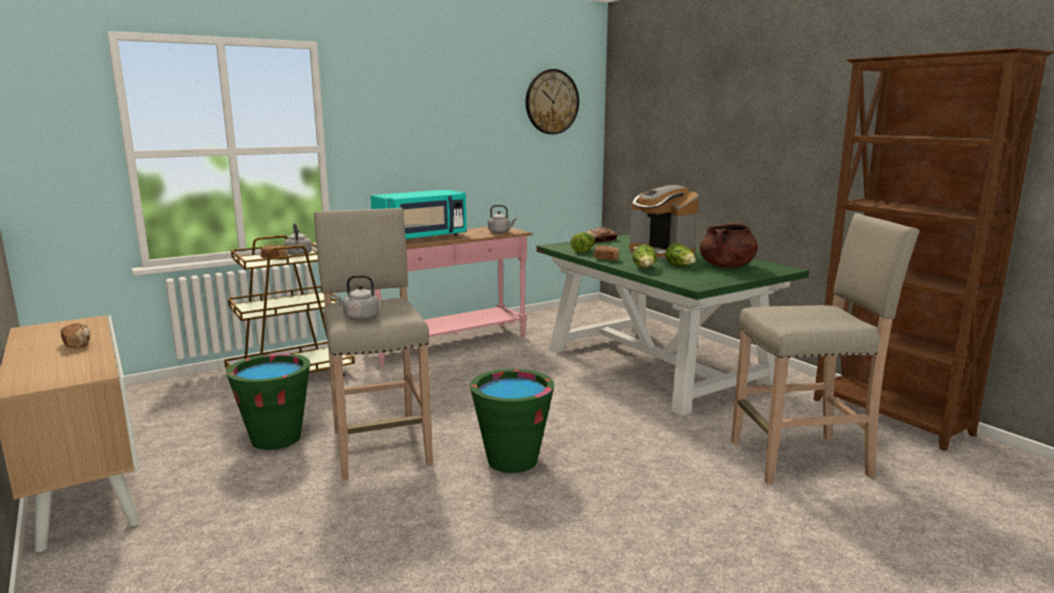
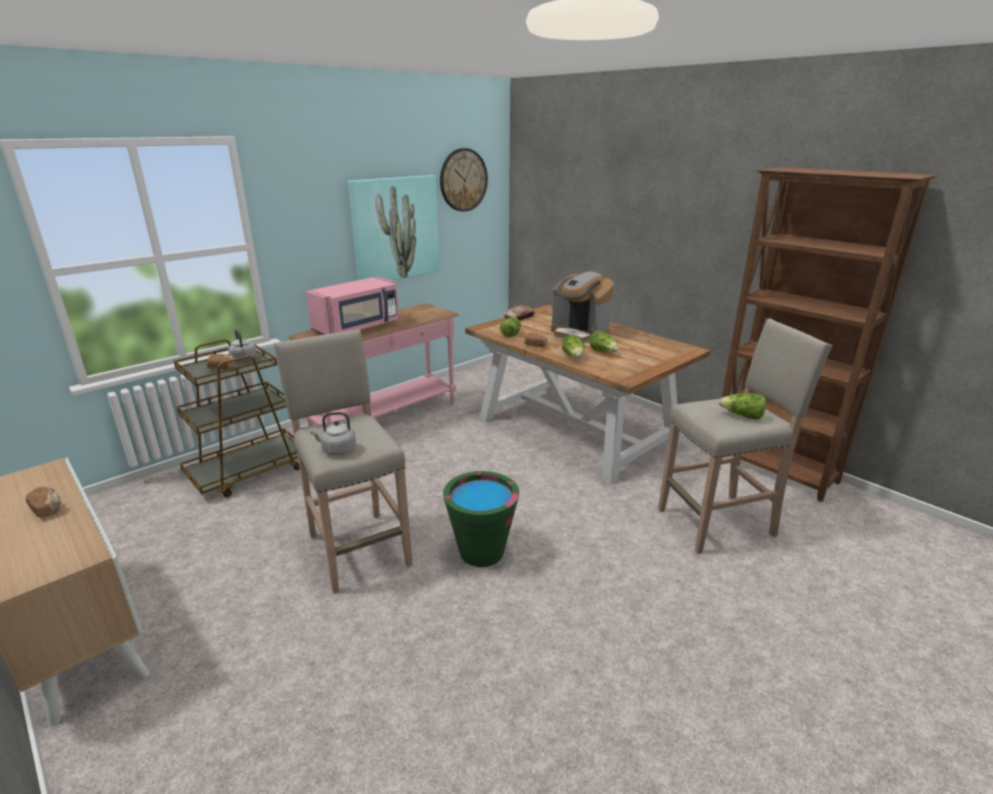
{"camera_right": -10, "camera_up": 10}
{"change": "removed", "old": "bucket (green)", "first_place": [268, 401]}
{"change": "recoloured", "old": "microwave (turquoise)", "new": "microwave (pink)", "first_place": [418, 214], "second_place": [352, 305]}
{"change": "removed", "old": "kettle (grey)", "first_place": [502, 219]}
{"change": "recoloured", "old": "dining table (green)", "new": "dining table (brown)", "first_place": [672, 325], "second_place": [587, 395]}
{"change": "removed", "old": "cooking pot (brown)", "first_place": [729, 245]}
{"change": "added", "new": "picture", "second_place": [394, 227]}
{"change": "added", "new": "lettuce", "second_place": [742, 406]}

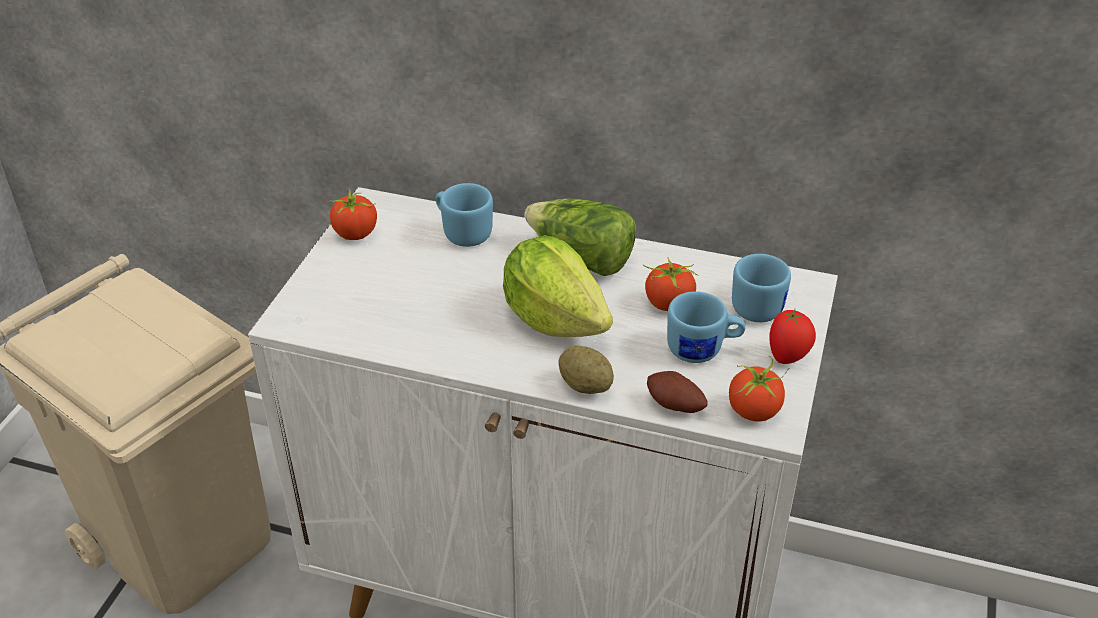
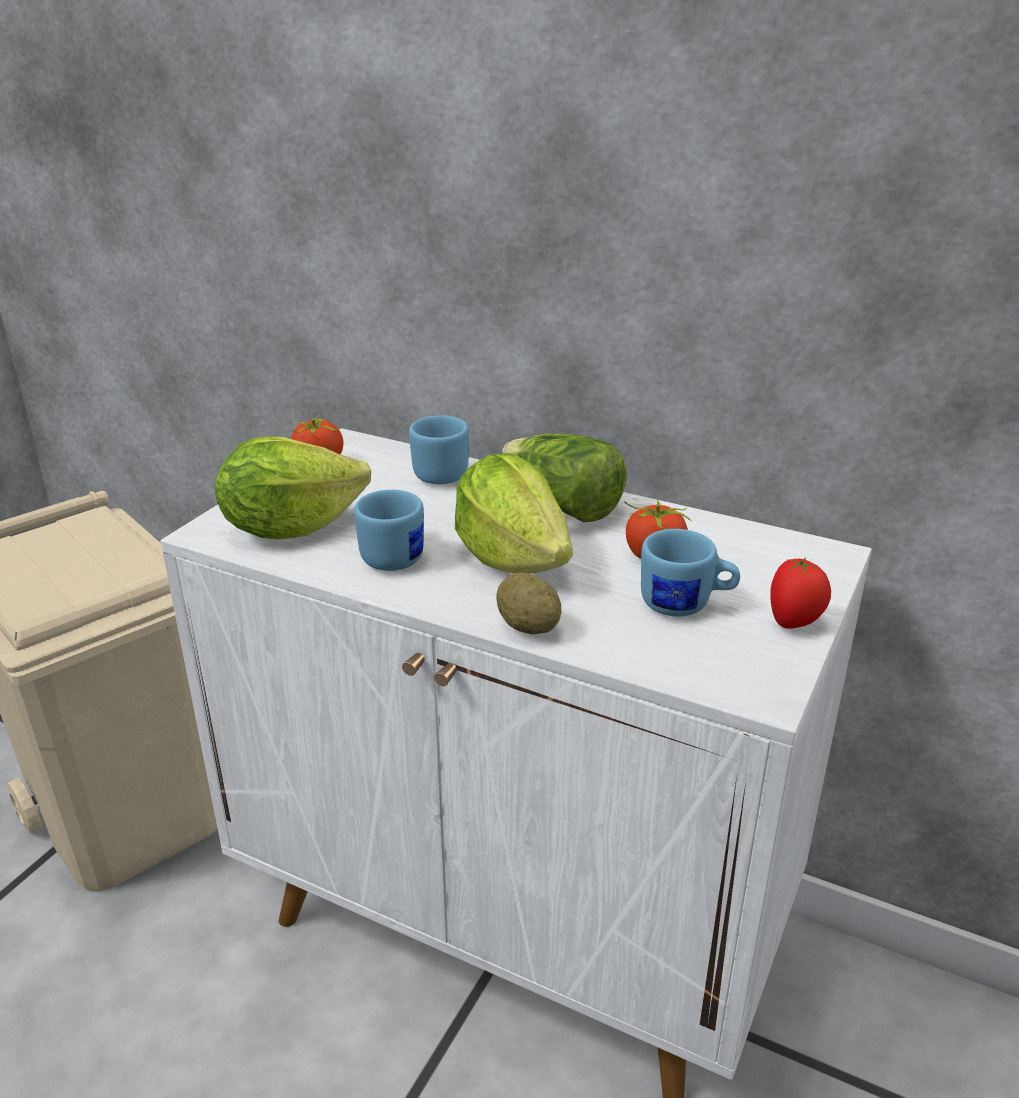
{"camera_right": 10, "camera_up": -10}
{"change": "removed", "old": "potato", "first_place": [677, 392]}
{"change": "removed", "old": "tomato", "first_place": [759, 389]}
{"change": "moved", "old": "mug (blue)", "first_place": [761, 288], "second_place": [389, 530]}
{"change": "added", "new": "lettuce", "second_place": [293, 488]}

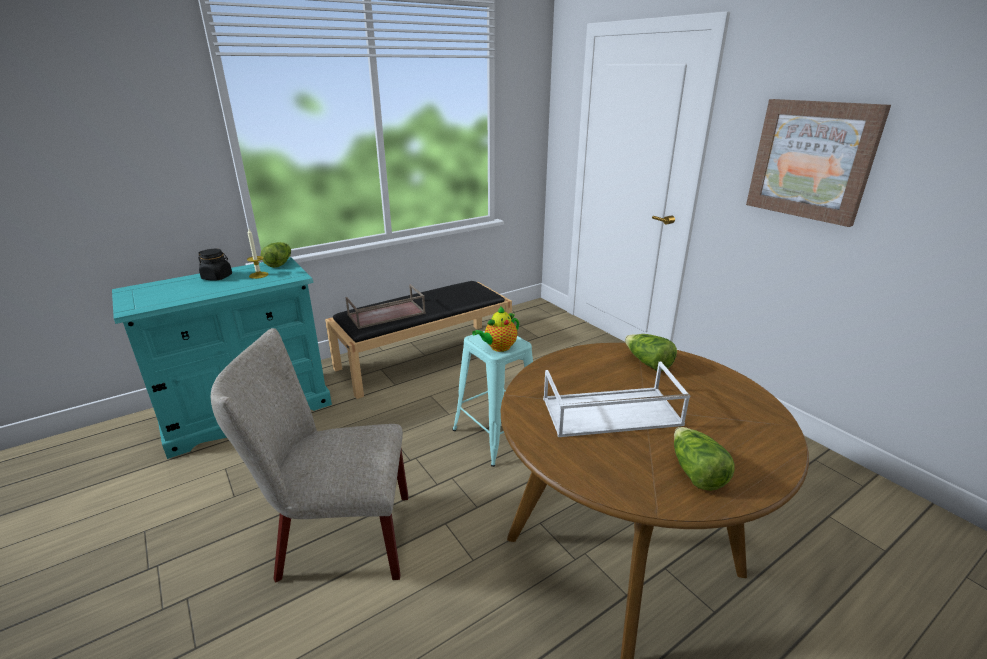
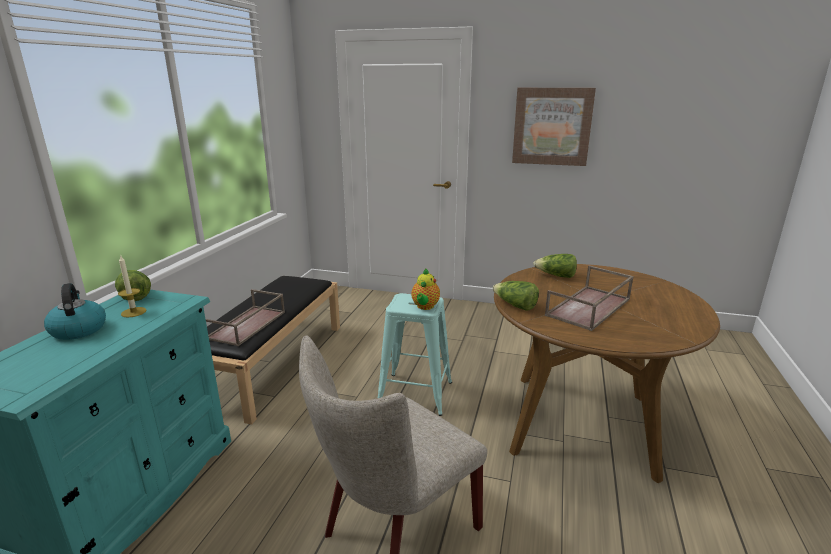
{"camera_right": -40, "camera_up": -5}
{"change": "replaced", "old": "jar (black)", "new": "kettle", "first_place": [215, 265], "second_place": [75, 311]}
{"change": "recoloured", "old": "tray (white)", "new": "tray (brown)", "first_place": [617, 399], "second_place": [589, 298]}
{"change": "moved", "old": "lettuce", "first_place": [704, 459], "second_place": [515, 296]}

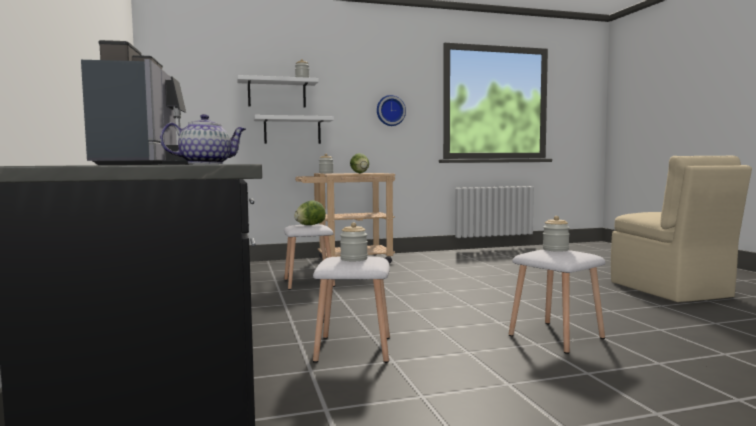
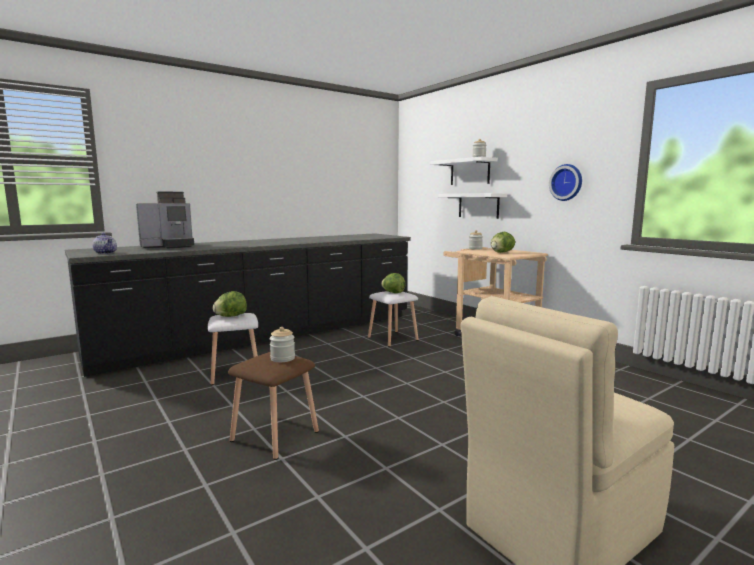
{"camera_right": 70, "camera_up": 5}
{"change": "replaced", "old": "jar", "new": "lettuce", "first_place": [354, 241], "second_place": [230, 304]}
{"change": "recoloured", "old": "stool (white)", "new": "stool (brown)", "first_place": [557, 301], "second_place": [273, 406]}

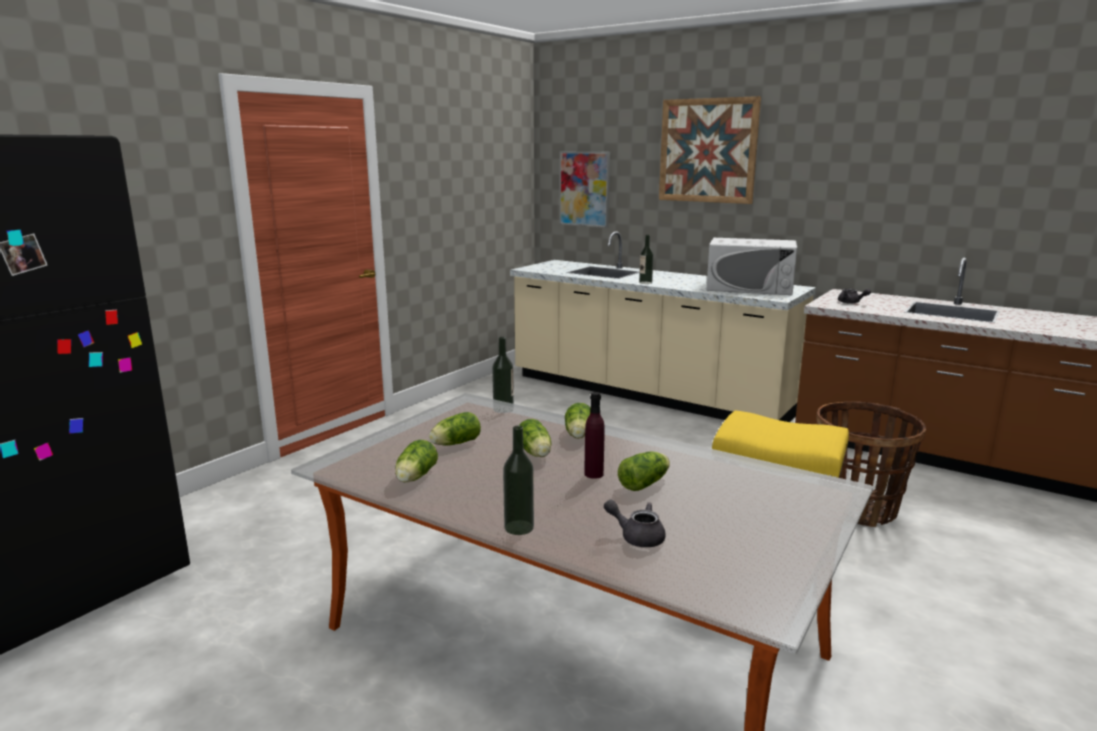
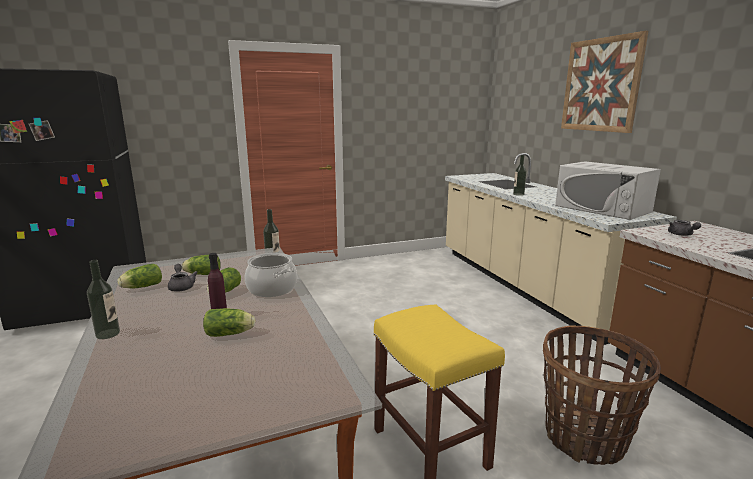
{"camera_right": 35, "camera_up": 0}
{"change": "removed", "old": "picture", "first_place": [584, 189]}
{"change": "replaced", "old": "lettuce", "new": "cooking pot", "first_place": [578, 421], "second_place": [271, 275]}
{"change": "moved", "old": "teapot (grey)", "first_place": [635, 523], "second_place": [183, 278]}

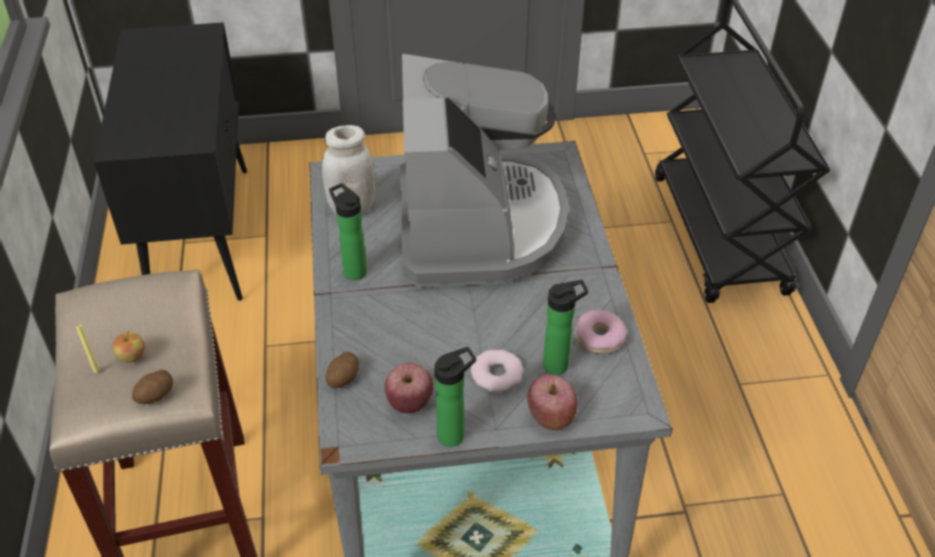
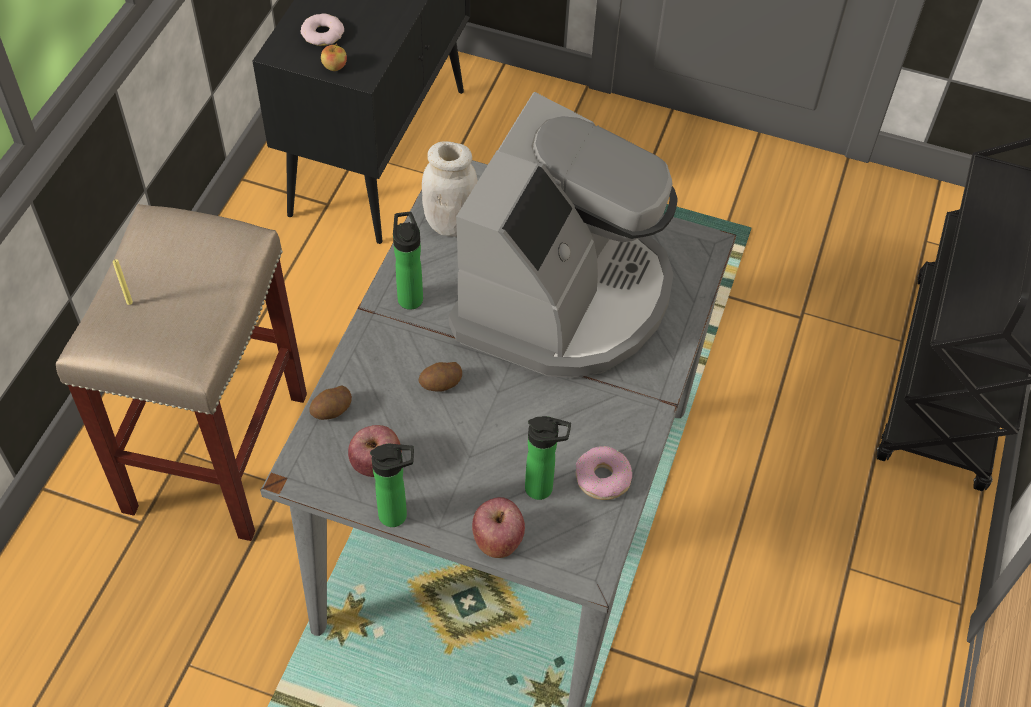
{"camera_right": 25, "camera_up": 10}
{"change": "moved", "old": "apple", "first_place": [129, 347], "second_place": [334, 57]}
{"change": "moved", "old": "potato", "first_place": [152, 387], "second_place": [440, 377]}
{"change": "moved", "old": "donut", "first_place": [497, 370], "second_place": [322, 30]}

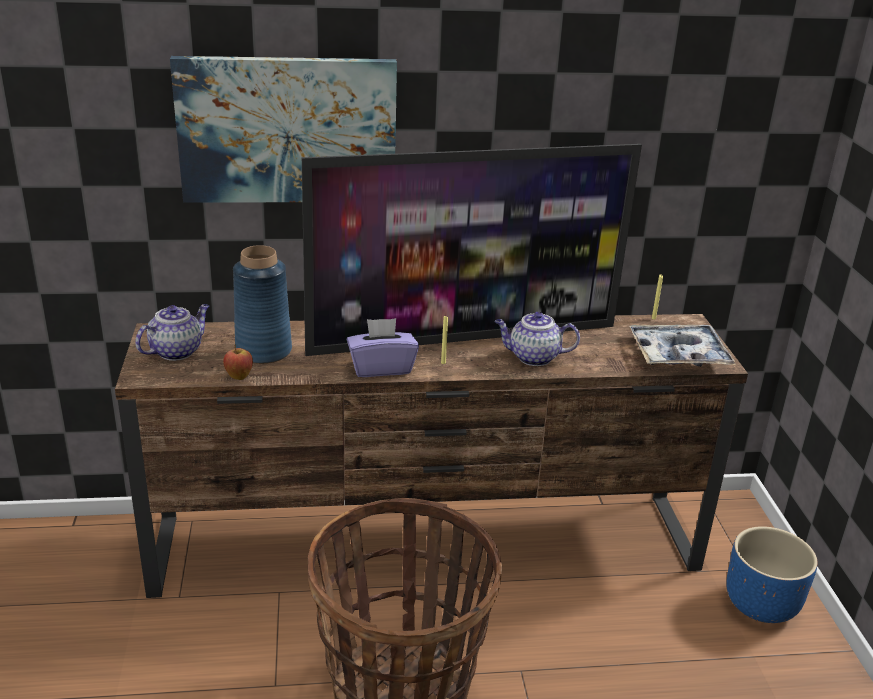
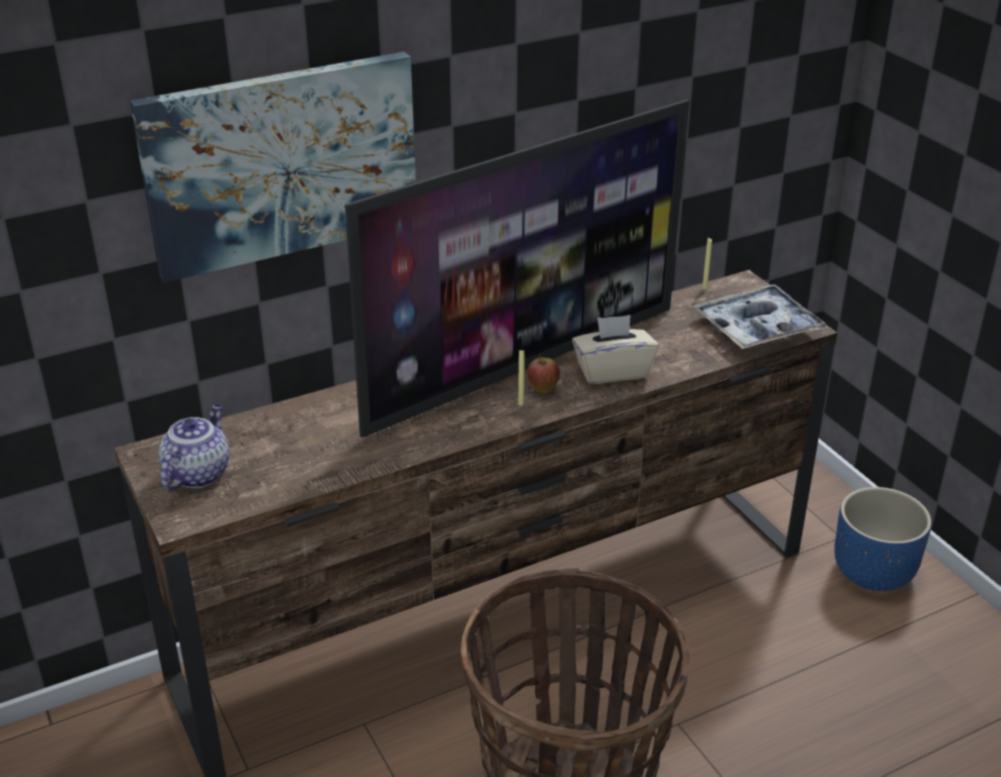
{"camera_right": -20, "camera_up": 5}
{"change": "moved", "old": "apple", "first_place": [238, 362], "second_place": [543, 373]}
{"change": "removed", "old": "vase (blue)", "first_place": [262, 304]}
{"change": "removed", "old": "tissue box (purple)", "first_place": [383, 347]}
{"change": "replaced", "old": "teapot", "new": "tissue box (beige)", "first_place": [537, 339], "second_place": [615, 349]}

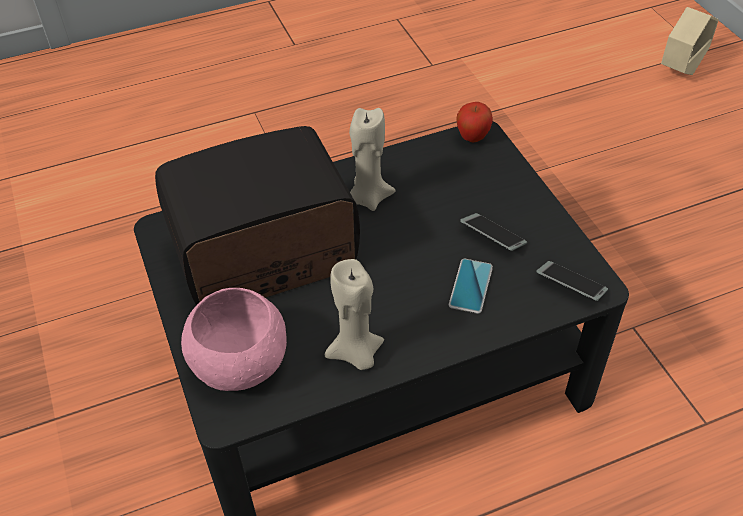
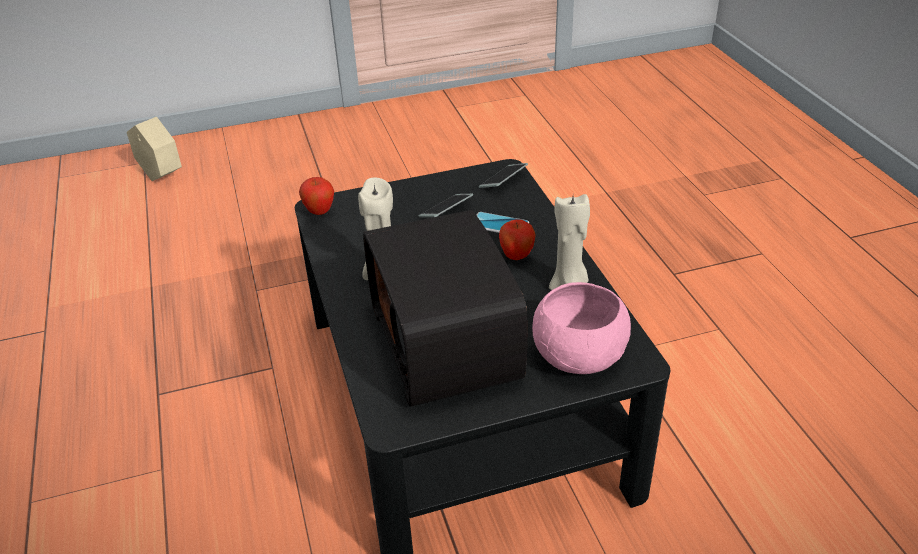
{"camera_right": -85, "camera_up": -10}
{"change": "added", "new": "apple", "second_place": [517, 239]}

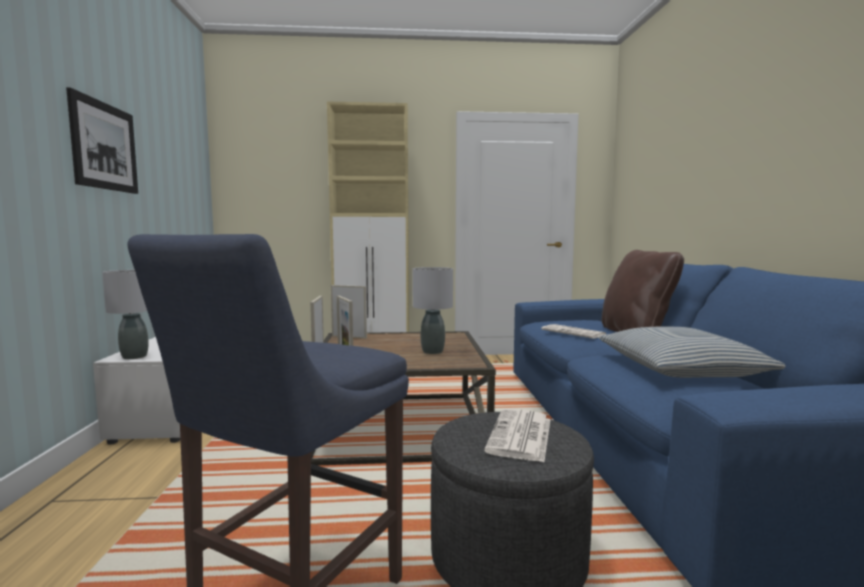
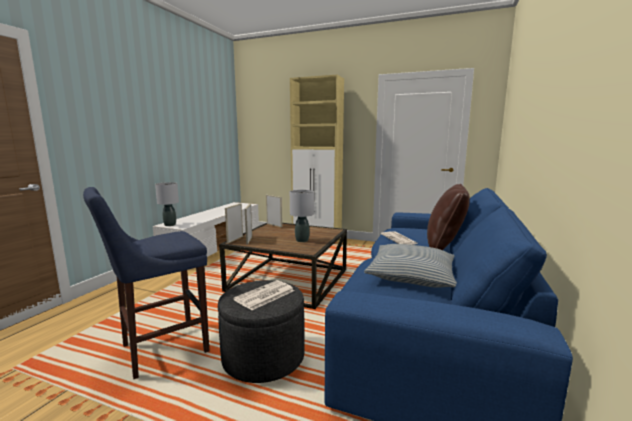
{"camera_right": 25, "camera_up": 5}
{"change": "removed", "old": "picture", "first_place": [102, 140]}

